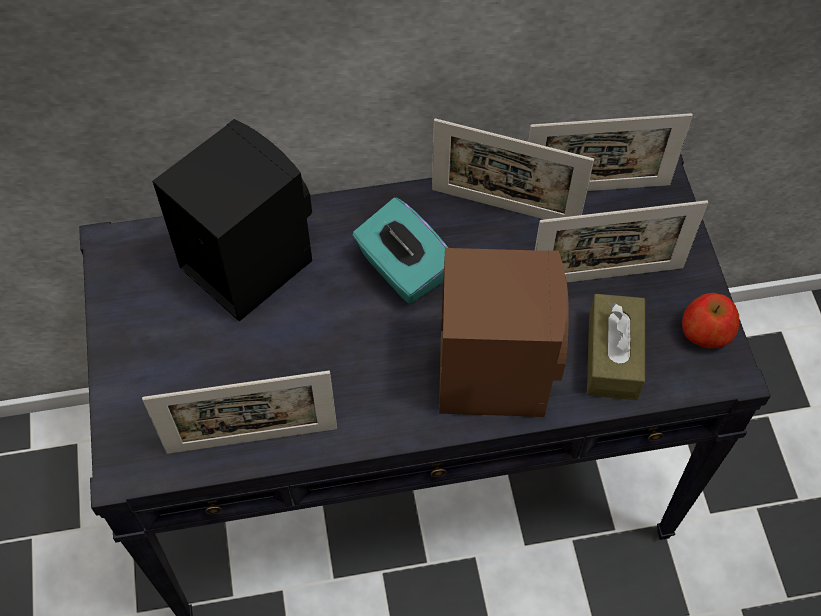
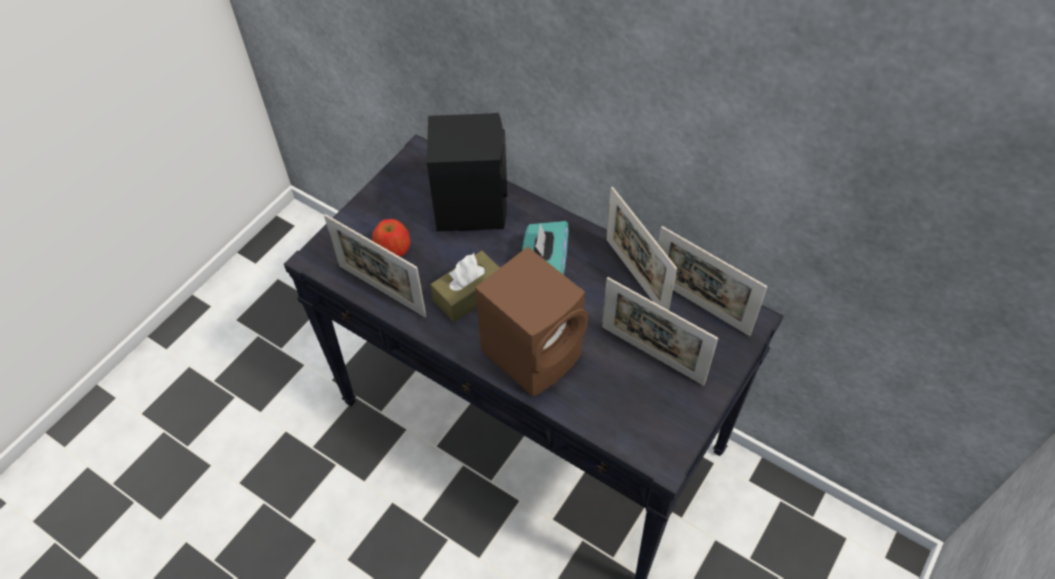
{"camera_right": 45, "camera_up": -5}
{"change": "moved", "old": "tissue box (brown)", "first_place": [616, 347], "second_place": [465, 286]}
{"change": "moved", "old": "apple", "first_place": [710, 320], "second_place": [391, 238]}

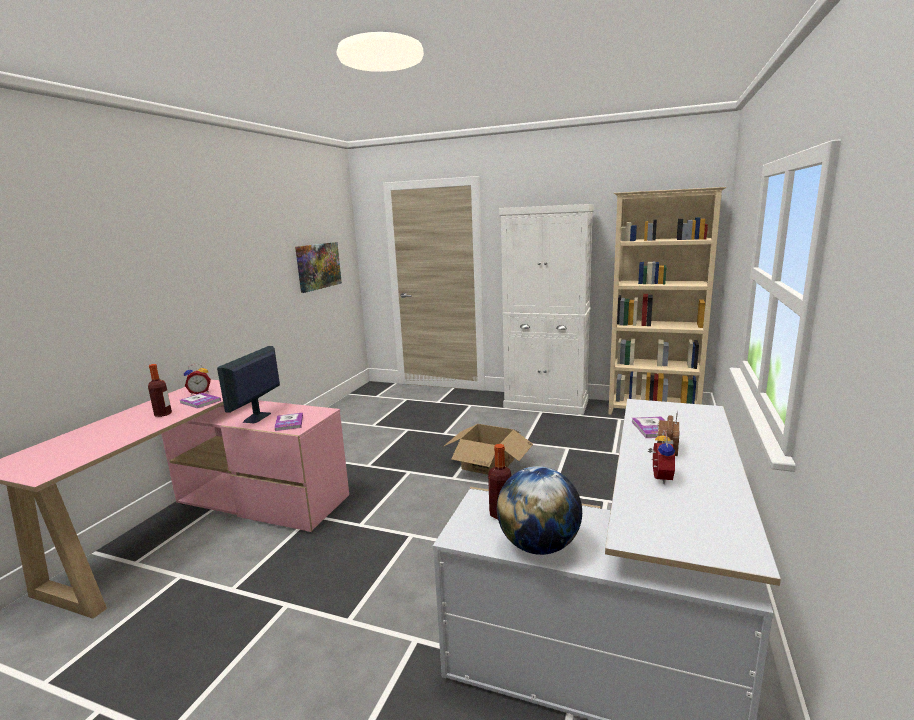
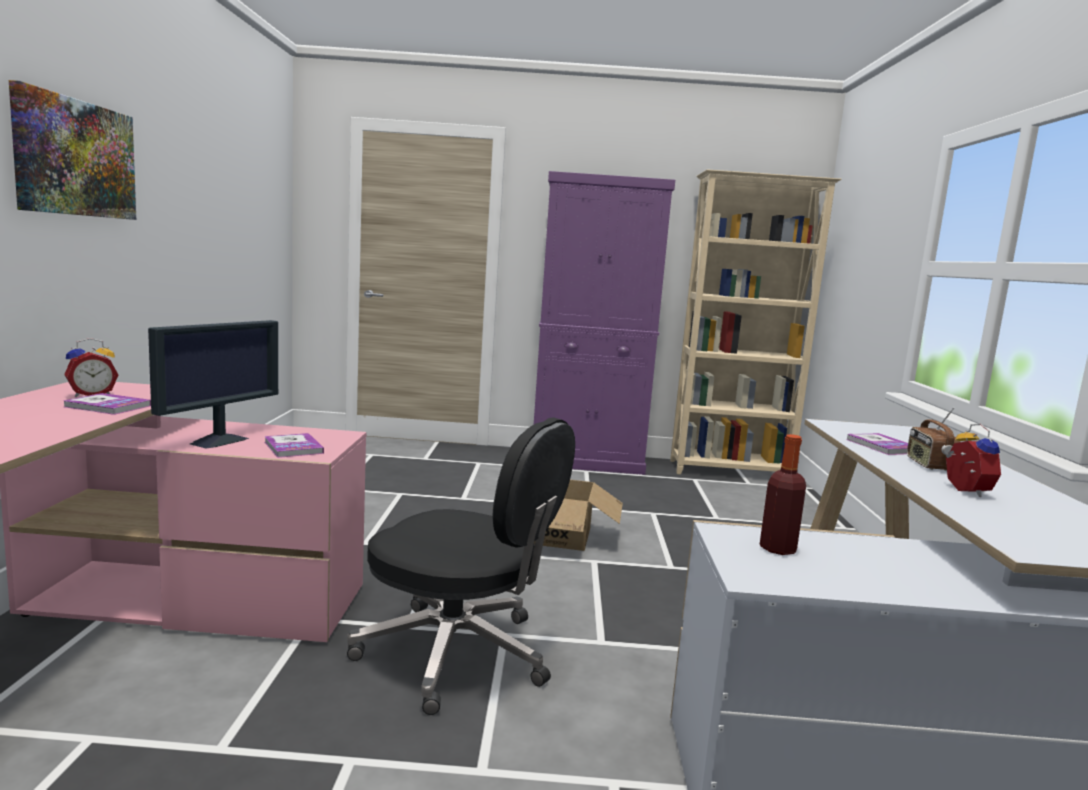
{"camera_right": -20, "camera_up": -5}
{"change": "removed", "old": "bottle", "first_place": [160, 390]}
{"change": "turned", "old": "monitor", "first_place": [248, 384], "second_place": [213, 384], "degrees": -150}
{"change": "moved", "old": "picture", "first_place": [318, 267], "second_place": [72, 150]}
{"change": "removed", "old": "globe", "first_place": [539, 510]}
{"change": "recoloured", "old": "cabinet (white)", "new": "cabinet (purple)", "first_place": [546, 309], "second_place": [604, 323]}
{"change": "added", "new": "office chair (black)", "second_place": [461, 566]}

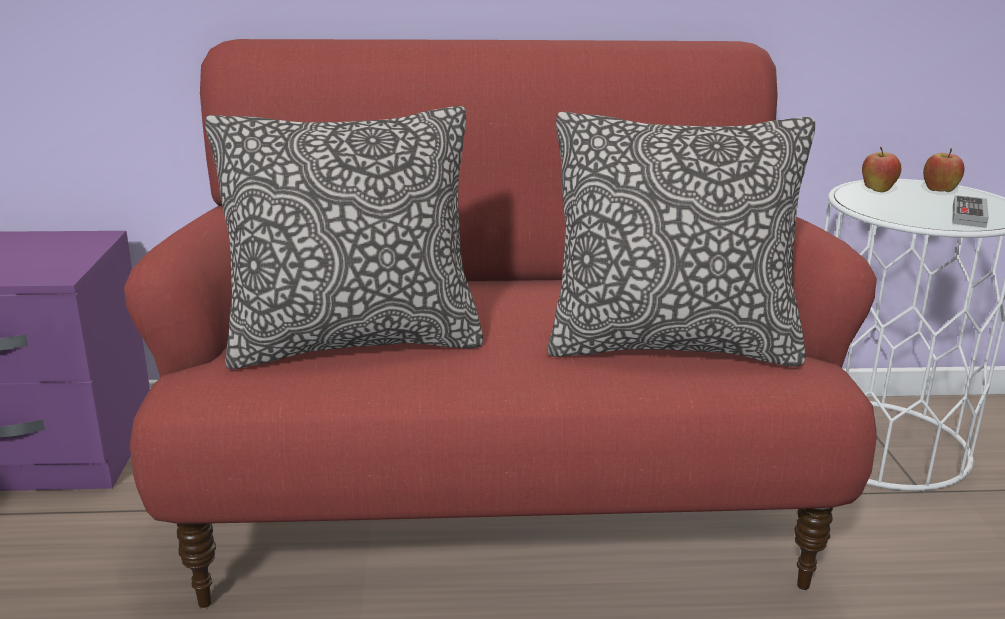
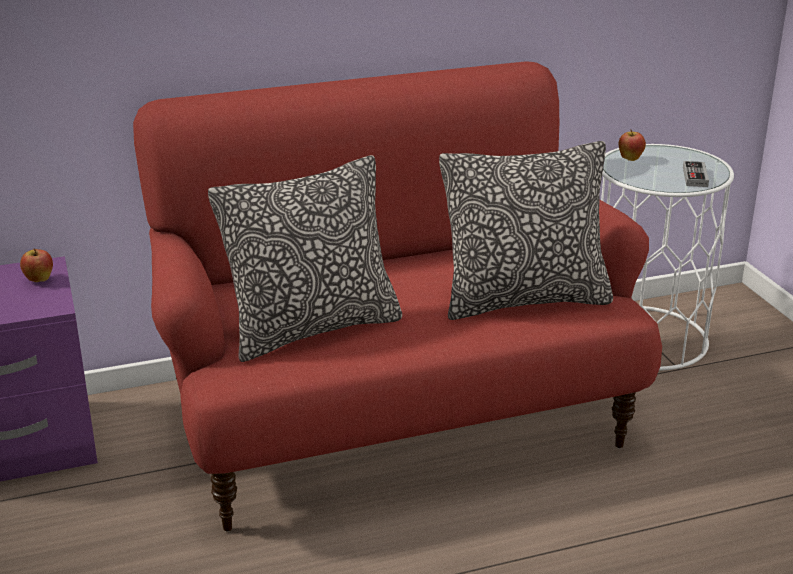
{"camera_right": -15, "camera_up": 5}
{"change": "moved", "old": "apple", "first_place": [944, 170], "second_place": [36, 265]}

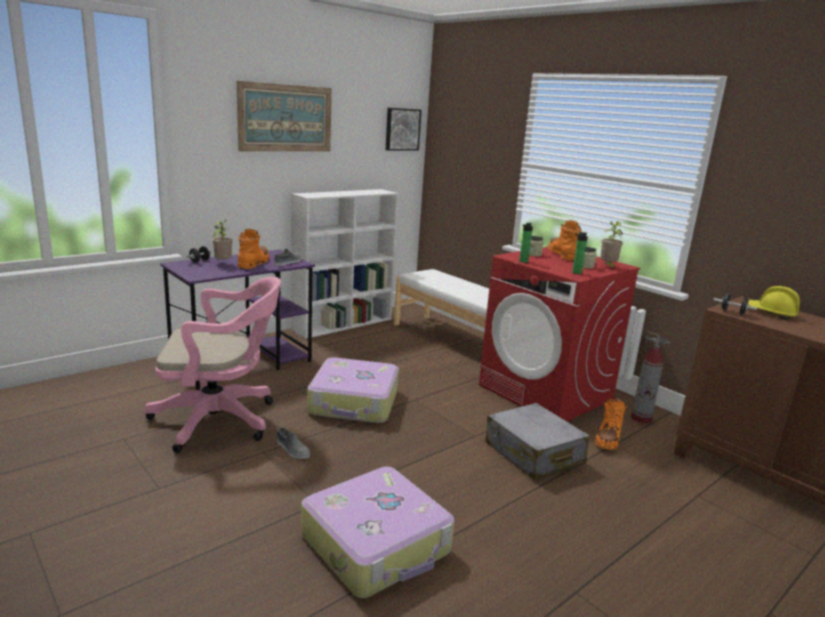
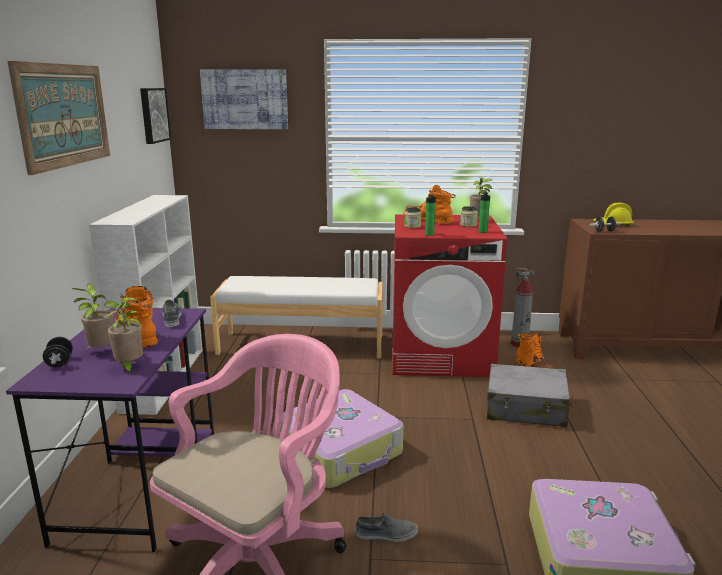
{"camera_right": -45, "camera_up": 0}
{"change": "added", "new": "potted plant", "second_place": [123, 335]}
{"change": "added", "new": "picture", "second_place": [244, 99]}

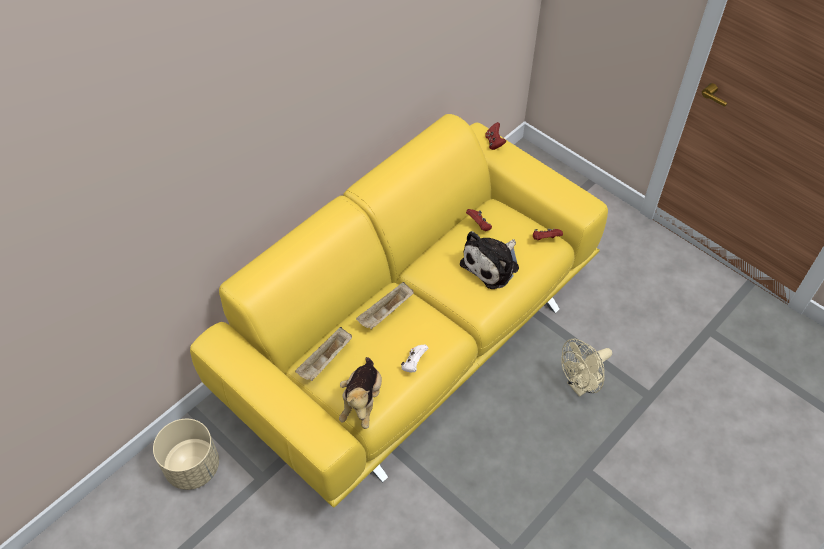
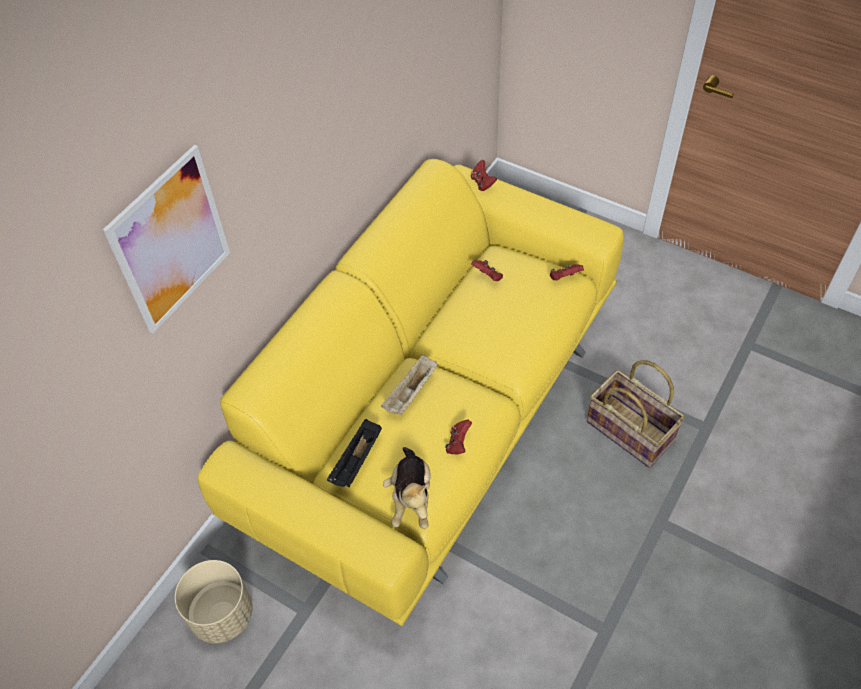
{"camera_right": -10, "camera_up": 0}
{"change": "recoloured", "old": "tray (beige)", "new": "tray (black)", "first_place": [323, 354], "second_place": [354, 453]}
{"change": "recoloured", "old": "game controller (white)", "new": "game controller (red)", "first_place": [415, 358], "second_place": [458, 436]}
{"change": "removed", "old": "plush toy", "first_place": [489, 260]}
{"change": "replaced", "old": "fan (beige)", "new": "basket", "first_place": [586, 368], "second_place": [636, 414]}
{"change": "added", "new": "picture", "second_place": [166, 239]}

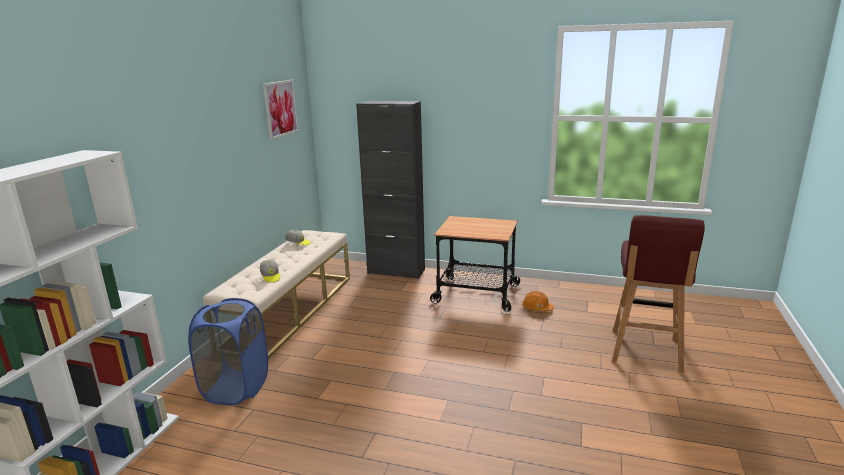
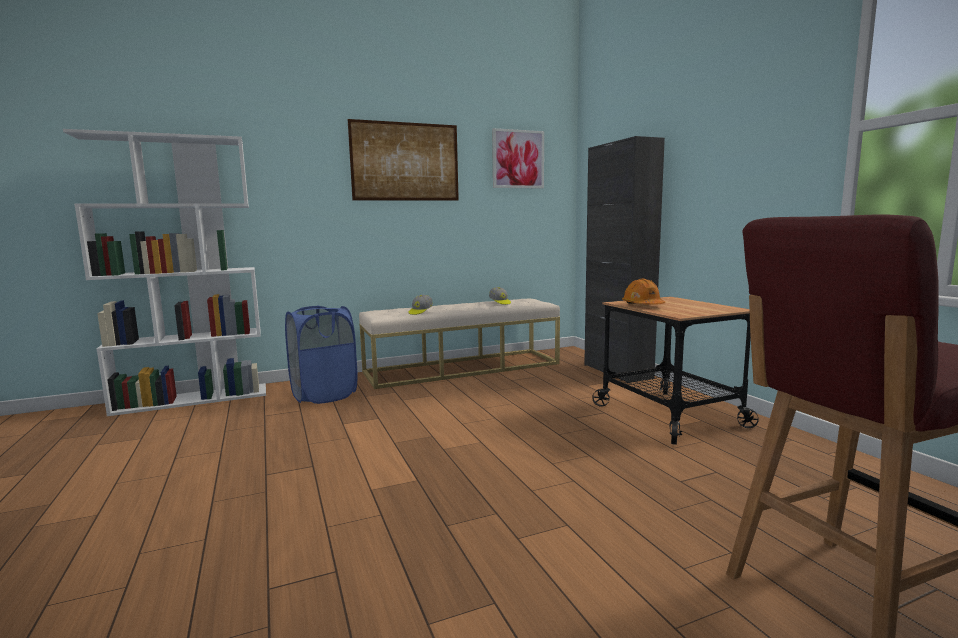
{"camera_right": 50, "camera_up": -10}
{"change": "moved", "old": "hard hat (orange)", "first_place": [538, 301], "second_place": [643, 292]}
{"change": "added", "new": "picture", "second_place": [403, 160]}

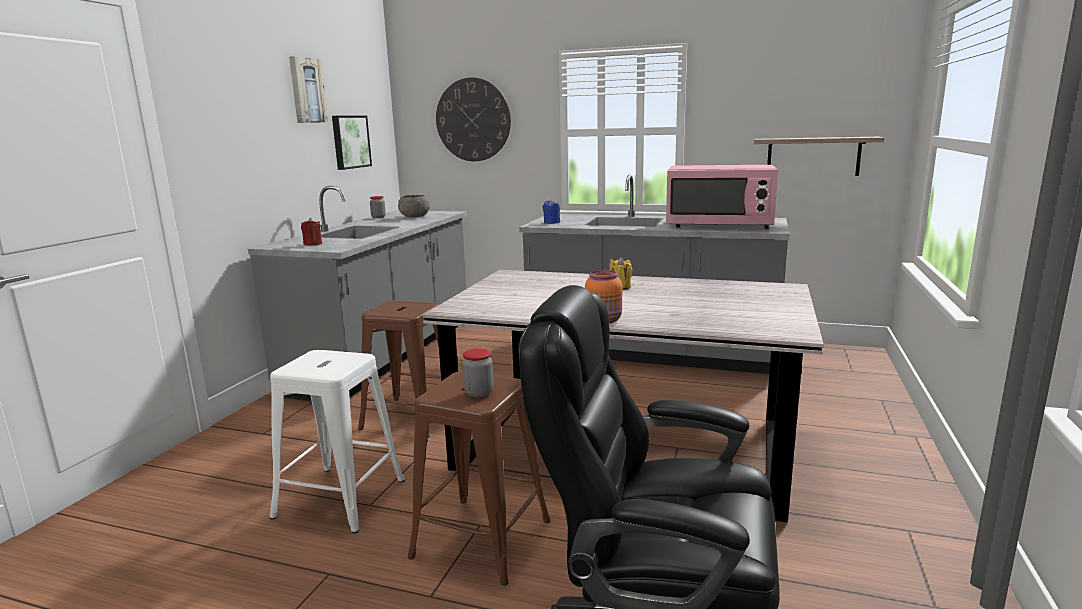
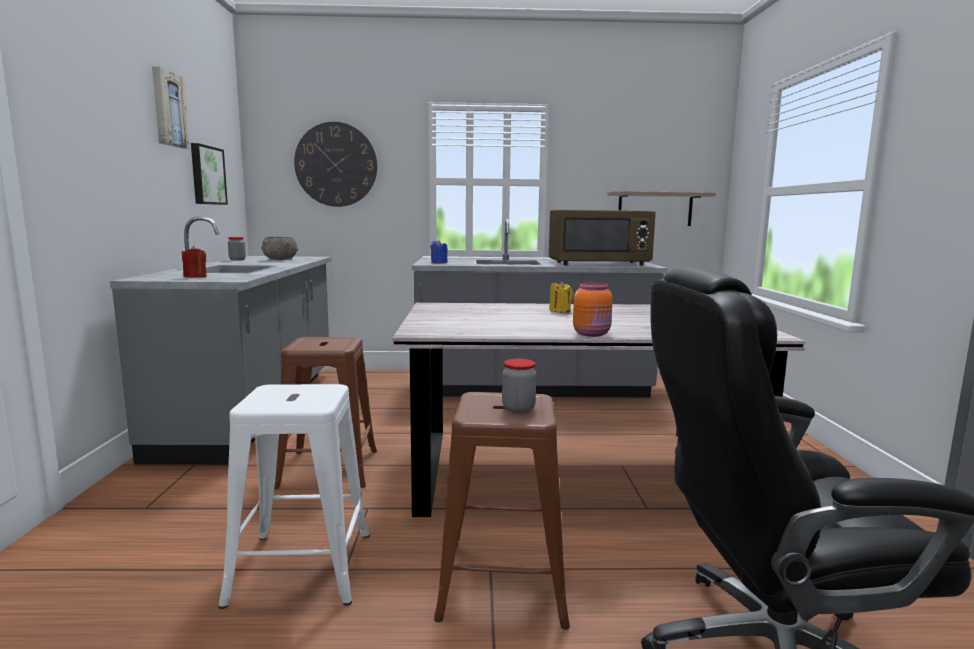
{"camera_right": -20, "camera_up": -5}
{"change": "recoloured", "old": "microwave (pink)", "new": "microwave (brown)", "first_place": [722, 197], "second_place": [602, 238]}

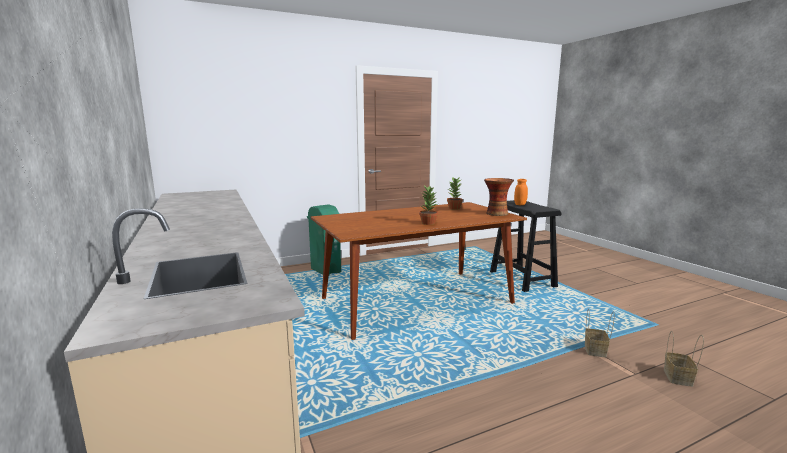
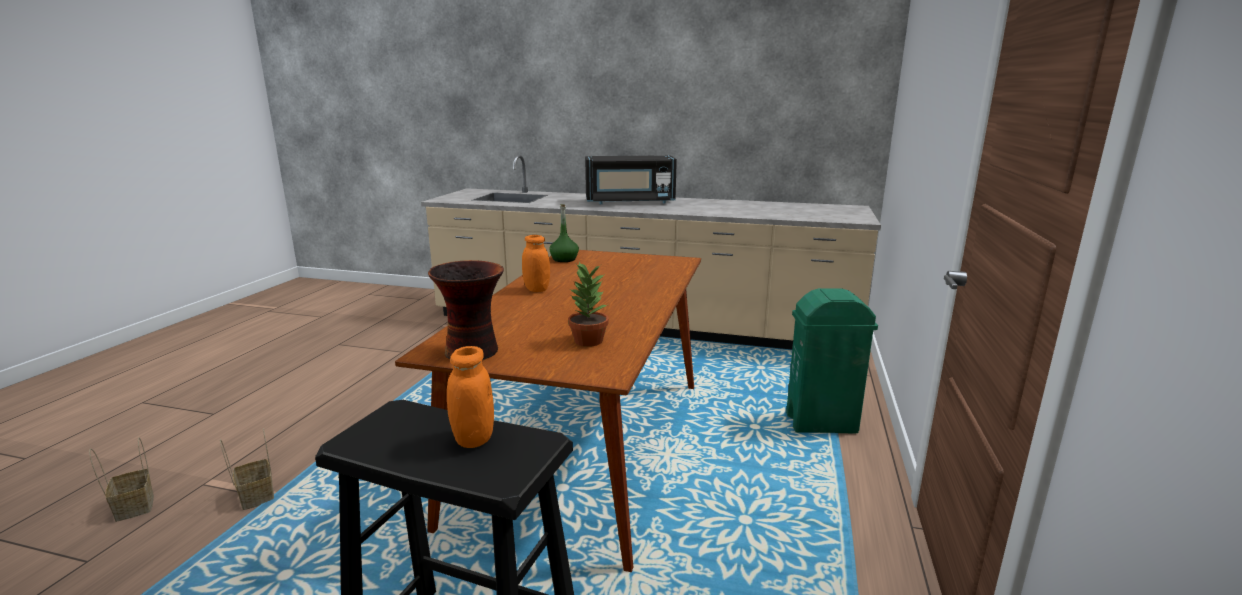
{"camera_right": 130, "camera_up": 5}
{"change": "replaced", "old": "potted plant", "new": "jar (orange)", "first_place": [428, 205], "second_place": [536, 263]}
{"change": "added", "new": "bottle (green)", "second_place": [564, 233]}
{"change": "added", "new": "microwave (black)", "second_place": [631, 180]}

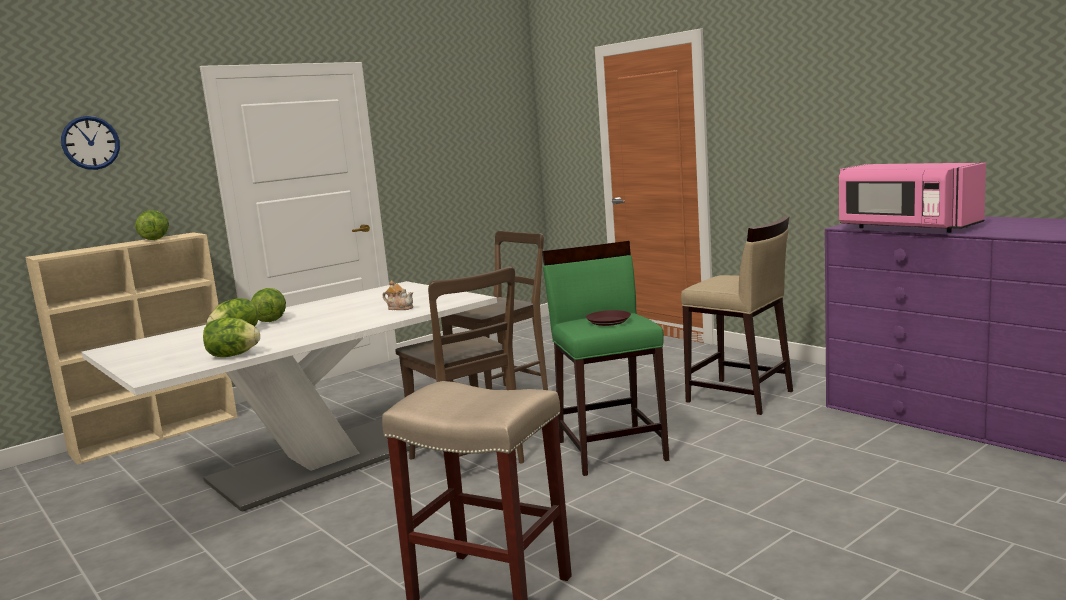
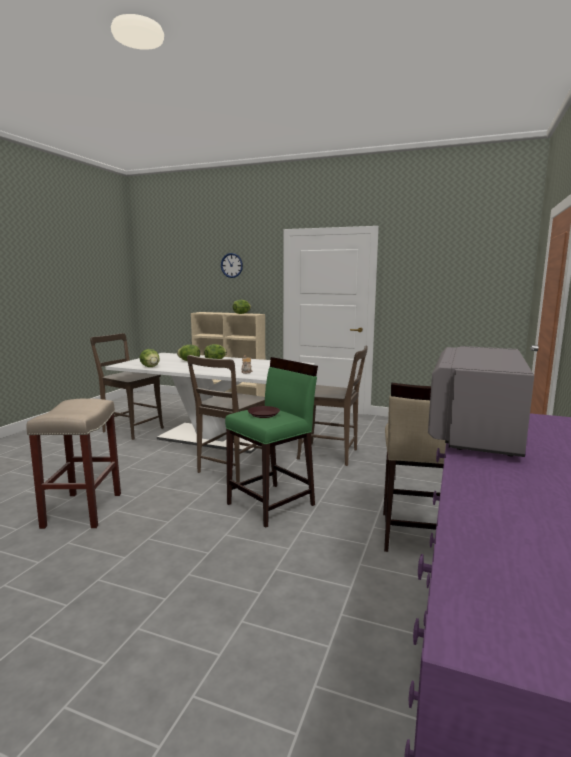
{"camera_right": 60, "camera_up": 0}
{"change": "recoloured", "old": "microwave (pink)", "new": "microwave (grey)", "first_place": [912, 198], "second_place": [481, 401]}
{"change": "added", "new": "chair (brown)", "second_place": [127, 386]}

